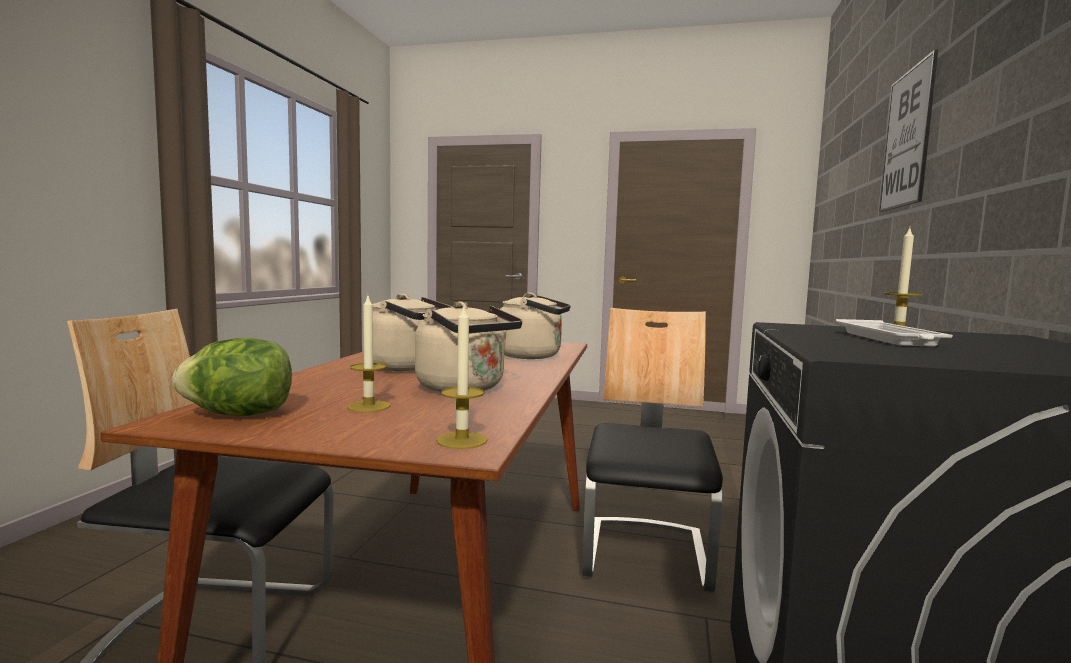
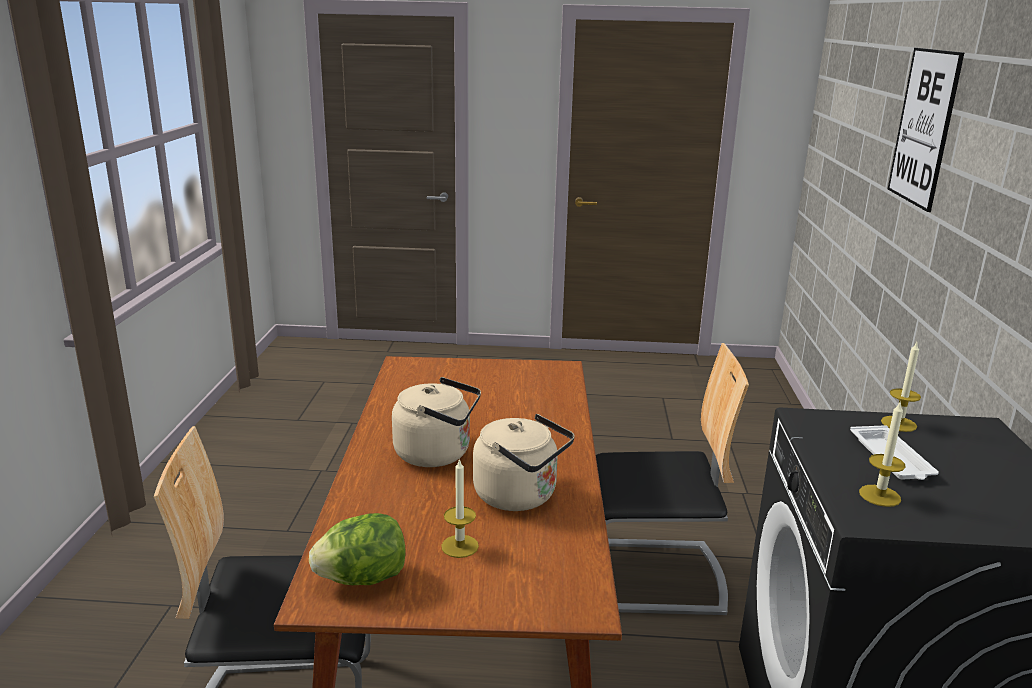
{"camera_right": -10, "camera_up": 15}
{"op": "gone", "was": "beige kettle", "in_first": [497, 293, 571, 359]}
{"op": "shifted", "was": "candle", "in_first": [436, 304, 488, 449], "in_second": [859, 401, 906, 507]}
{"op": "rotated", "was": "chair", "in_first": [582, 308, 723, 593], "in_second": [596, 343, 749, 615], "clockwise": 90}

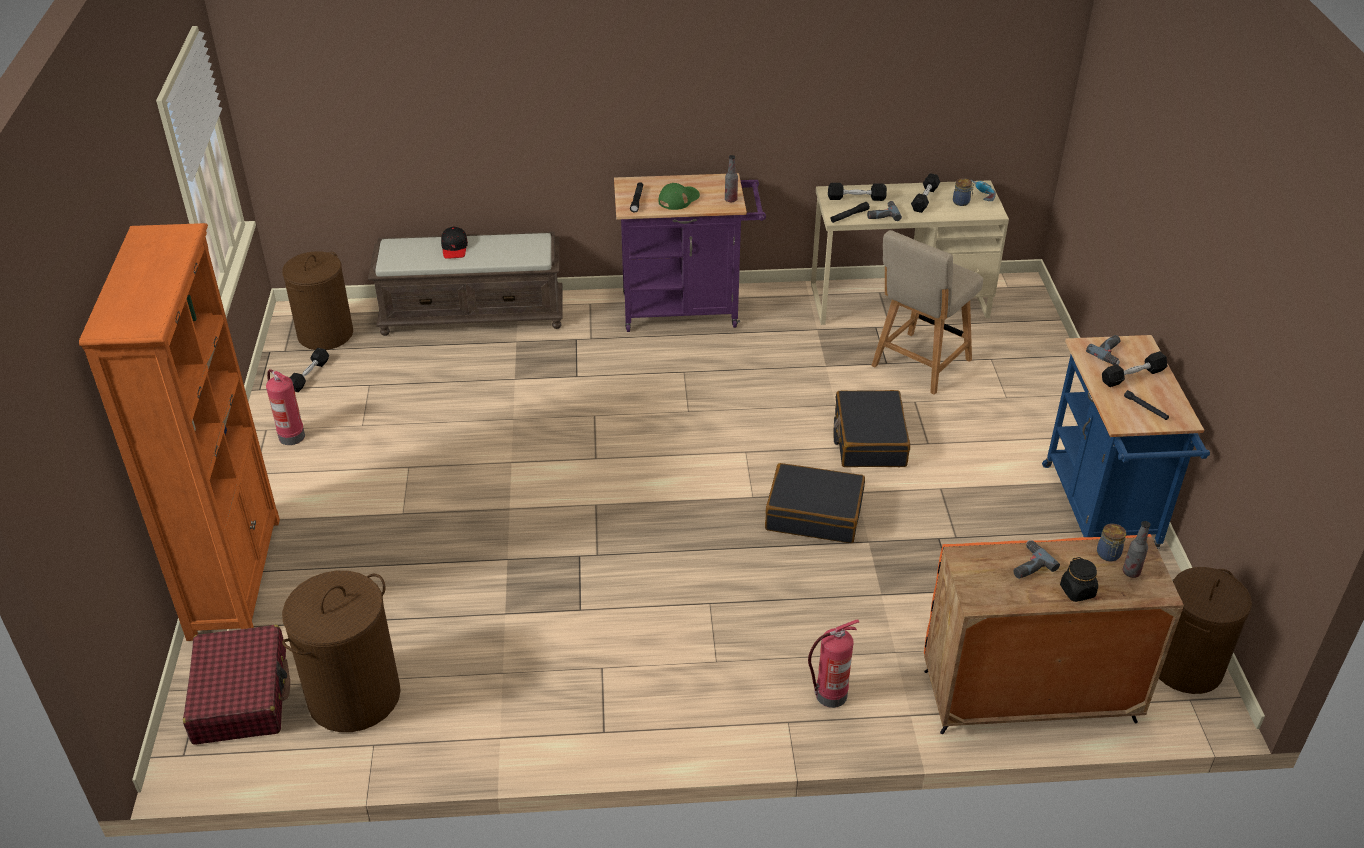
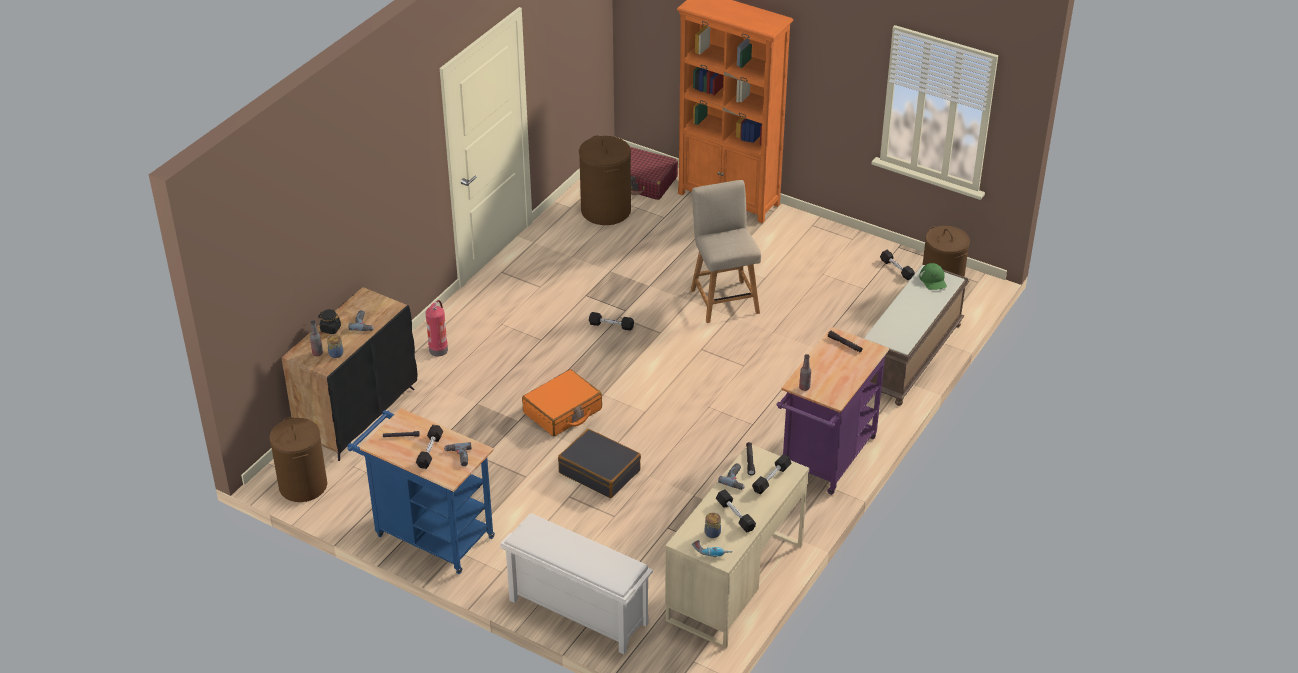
{"camera_right": 125, "camera_up": 0}
{"op": "gone", "was": "fire extinguisher", "in_first": [266, 369, 305, 445]}
{"op": "gone", "was": "black cap", "in_first": [441, 227, 468, 258]}
{"op": "new", "now": "white shoe rack", "in_second": [500, 513, 653, 654]}
{"op": "new", "now": "black dumbbell", "in_second": [589, 312, 634, 331]}
{"op": "shifted", "was": "green cap", "in_first": [658, 183, 700, 210], "in_second": [919, 263, 947, 290]}
{"op": "shifted", "was": "beige chair", "in_first": [871, 230, 983, 395], "in_second": [691, 180, 761, 323]}
{"op": "repainted", "was": "black suitcase", "now": "orange suitcase", "in_first": [765, 463, 865, 543], "in_second": [522, 369, 602, 436]}
{"op": "repainted", "was": "orange cabinet", "now": "black cabinet", "in_first": [924, 534, 1184, 734], "in_second": [281, 287, 417, 461]}

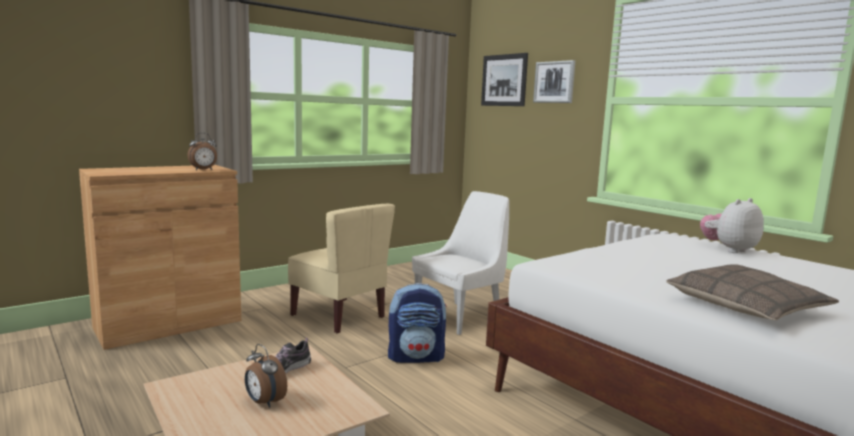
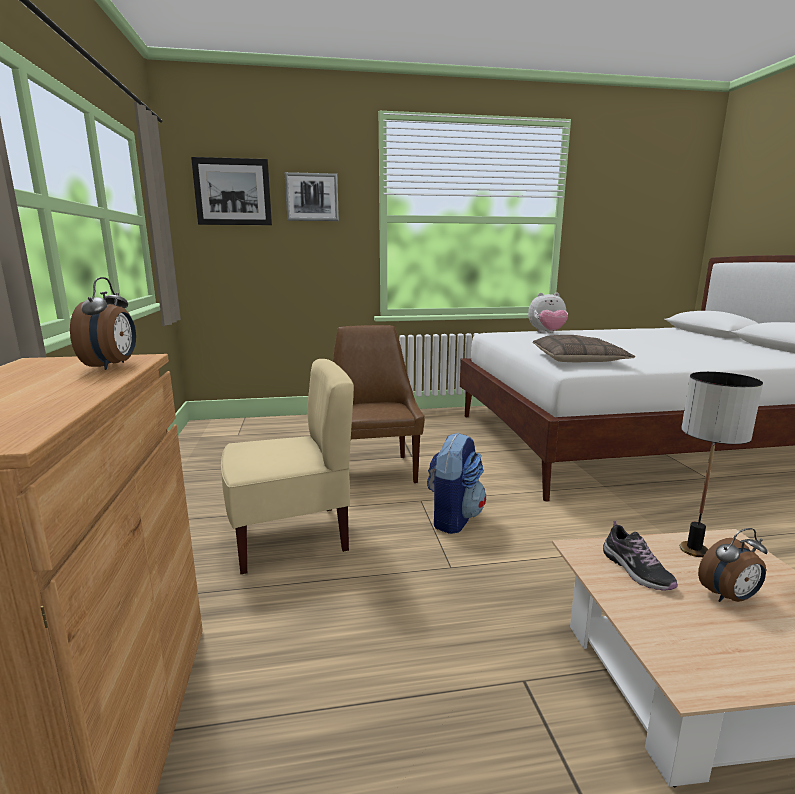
{"camera_right": -60, "camera_up": 5}
{"op": "new", "now": "table lamp", "in_second": [680, 372, 763, 557]}
{"op": "shifted", "was": "pillow", "in_first": [666, 264, 839, 320], "in_second": [532, 335, 635, 363]}
{"op": "repainted", "was": "white chair", "now": "brown chair", "in_first": [412, 191, 509, 335], "in_second": [333, 325, 425, 483]}
{"op": "rotated", "was": "plush toy", "in_first": [700, 198, 764, 253], "in_second": [528, 293, 568, 333], "clockwise": -90}

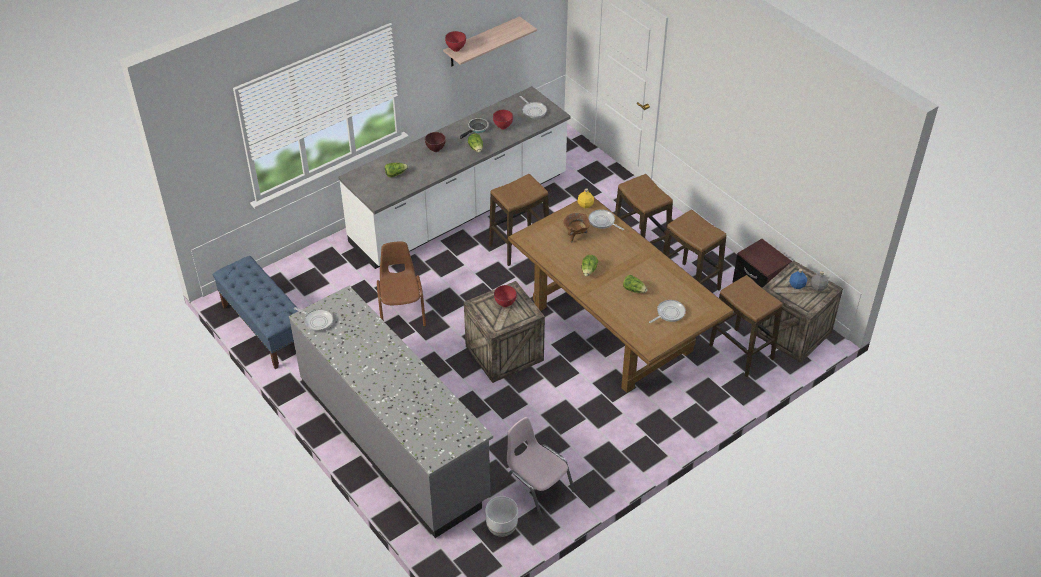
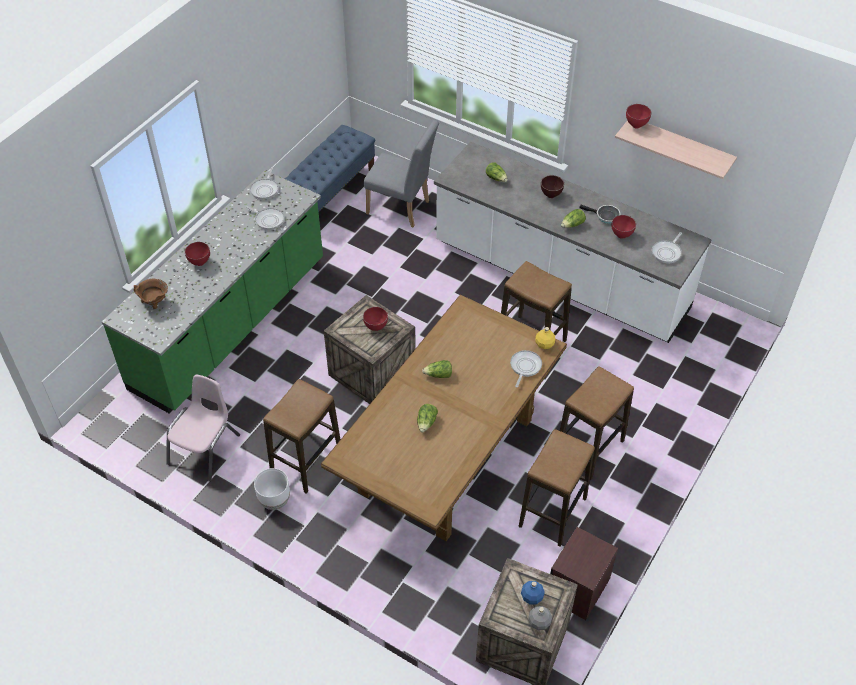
{"camera_right": 70, "camera_up": 5}
{"op": "gone", "was": "brown chair", "in_first": [377, 242, 426, 327]}
{"op": "new", "now": "red bowl", "in_second": [185, 242, 210, 266]}
{"op": "new", "now": "grey chair", "in_second": [364, 120, 439, 227]}
{"op": "shifted", "was": "white planter", "in_first": [485, 496, 518, 537], "in_second": [254, 468, 290, 510]}
{"op": "shifted", "was": "brown cooking pot", "in_first": [564, 213, 590, 243], "in_second": [134, 279, 168, 309]}
{"op": "shifted", "was": "frying pan", "in_first": [649, 300, 686, 323], "in_second": [245, 206, 284, 230]}
{"op": "shifted", "was": "stool", "in_first": [709, 275, 783, 377], "in_second": [263, 379, 341, 494]}
{"op": "repainted", "was": "grey counter", "now": "green counter", "in_first": [289, 286, 493, 538], "in_second": [102, 170, 323, 413]}

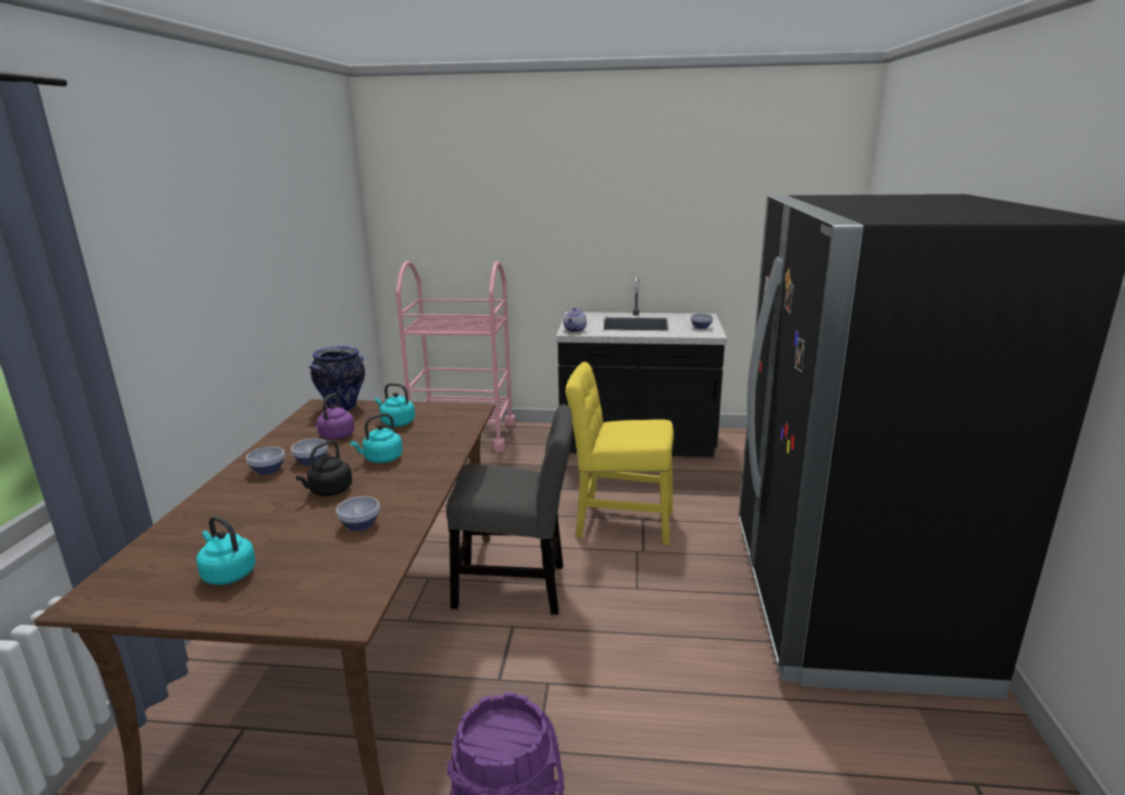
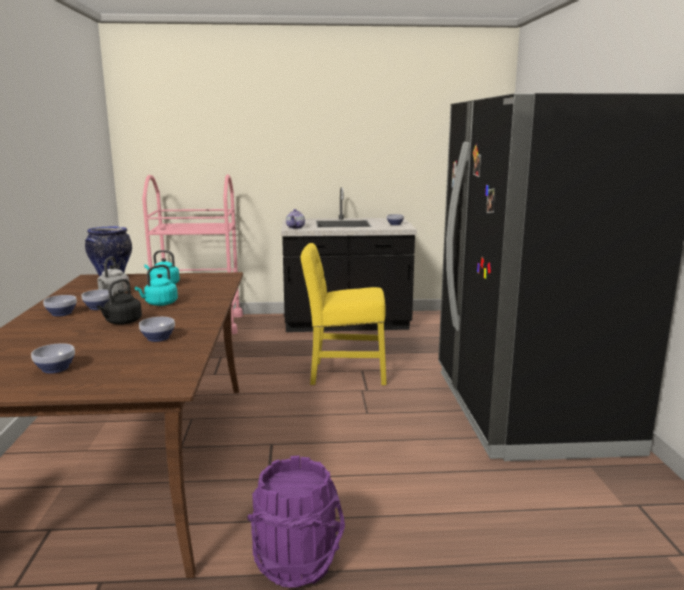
{"camera_right": -10, "camera_up": -5}
{"op": "gone", "was": "grey chair", "in_first": [447, 404, 573, 615]}
{"op": "swapped", "was": "turquoise kettle", "now": "bowl", "in_first": [196, 516, 256, 585], "in_second": [31, 343, 75, 374]}
{"op": "repainted", "was": "purple kettle", "now": "grey kettle", "in_first": [315, 393, 355, 439], "in_second": [97, 256, 129, 295]}

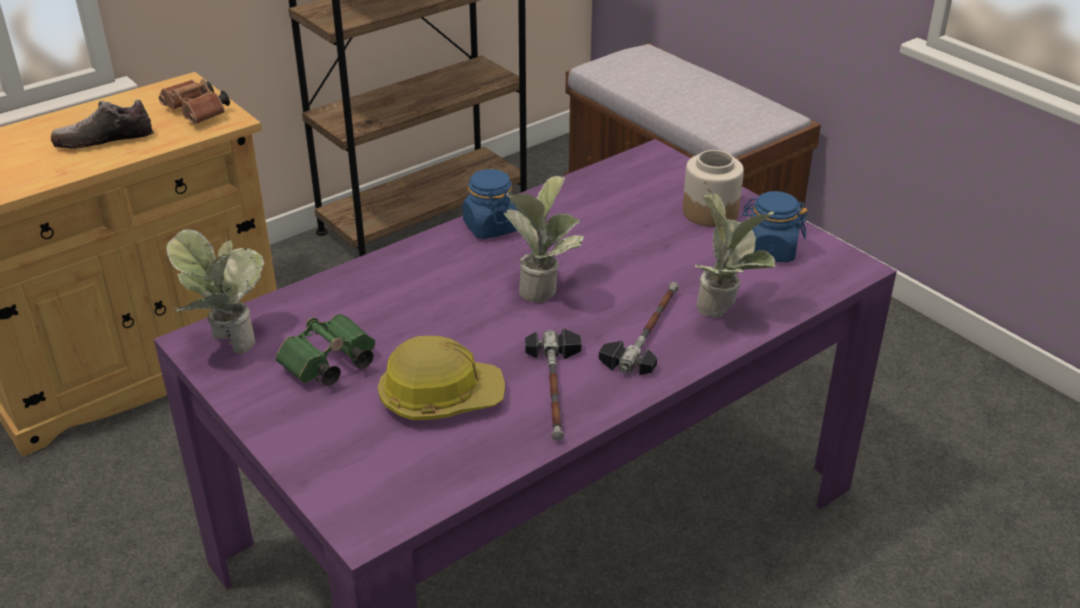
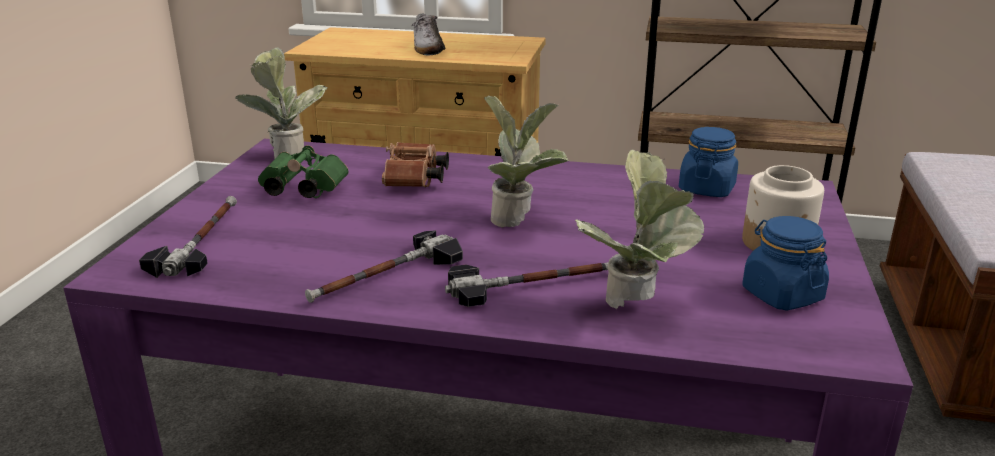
{"camera_right": 50, "camera_up": -10}
{"op": "gone", "was": "hard hat", "in_first": [378, 336, 505, 420]}
{"op": "new", "now": "hammer", "in_second": [139, 196, 237, 278]}
{"op": "shifted", "was": "brown binoculars", "in_first": [159, 79, 230, 124], "in_second": [382, 142, 449, 188]}
{"op": "shifted", "was": "blue jar", "in_first": [462, 169, 518, 239], "in_second": [679, 127, 738, 197]}
{"op": "rotated", "was": "shoe", "in_first": [51, 100, 154, 149], "in_second": [412, 14, 446, 56], "clockwise": -135}

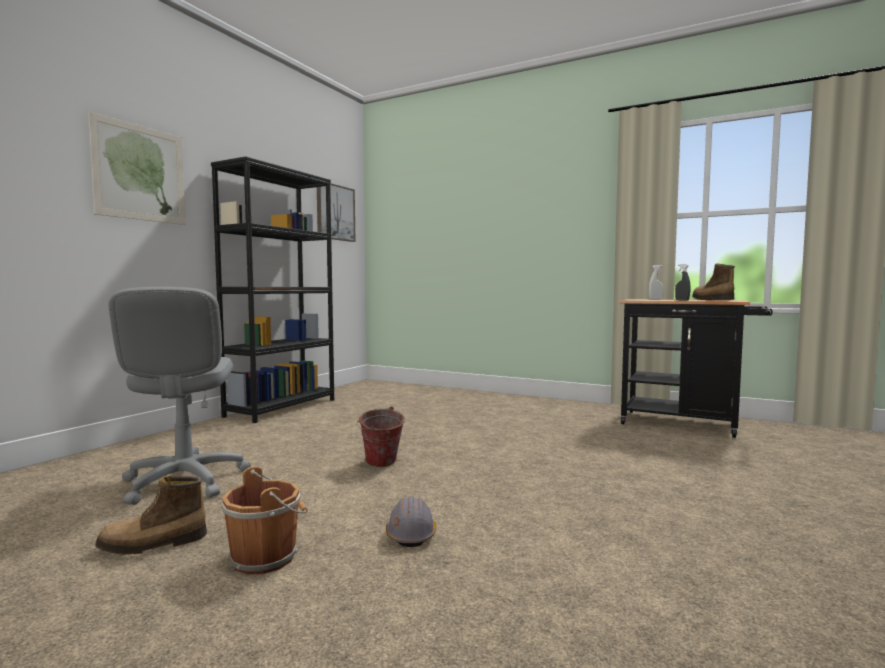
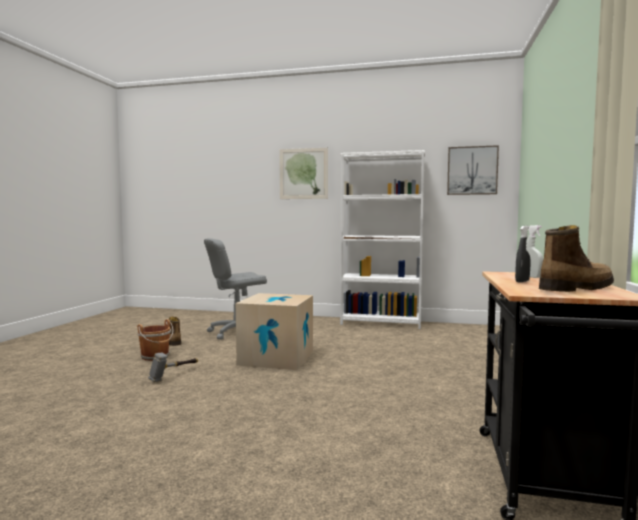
{"camera_right": 75, "camera_up": 0}
{"op": "swapped", "was": "bucket", "now": "cardboard box", "in_first": [356, 406, 405, 467], "in_second": [236, 293, 313, 370]}
{"op": "swapped", "was": "grey hard hat", "now": "hammer", "in_first": [386, 496, 436, 547], "in_second": [148, 352, 198, 382]}
{"op": "repainted", "was": "black bookcase", "now": "white bookcase", "in_first": [211, 157, 334, 423], "in_second": [340, 150, 425, 329]}

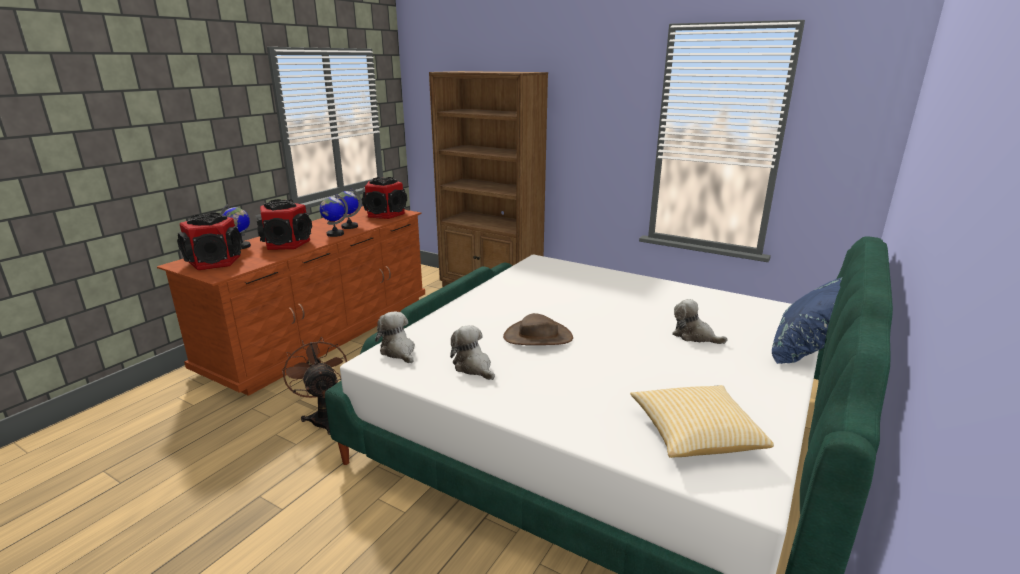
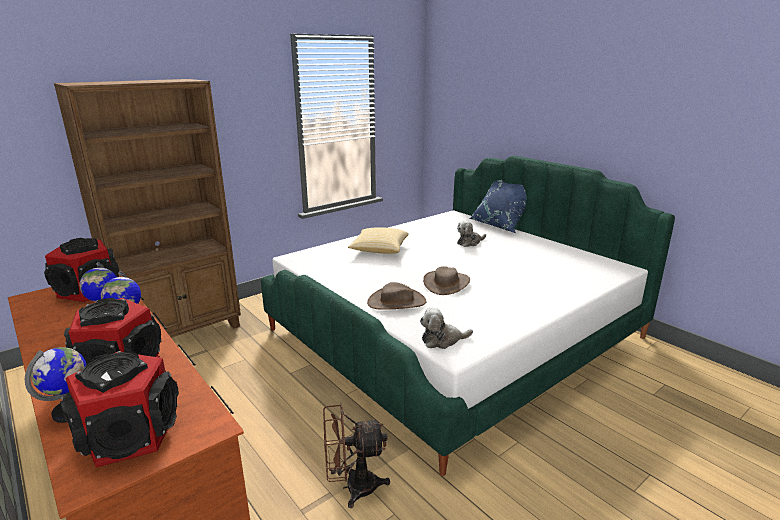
{"camera_right": -70, "camera_up": 0}
{"op": "gone", "was": "plush toy", "in_first": [450, 325, 495, 380]}
{"op": "new", "now": "brown hat", "in_second": [367, 282, 427, 310]}
{"op": "shifted", "was": "pillow", "in_first": [630, 385, 774, 458], "in_second": [348, 227, 409, 254]}

